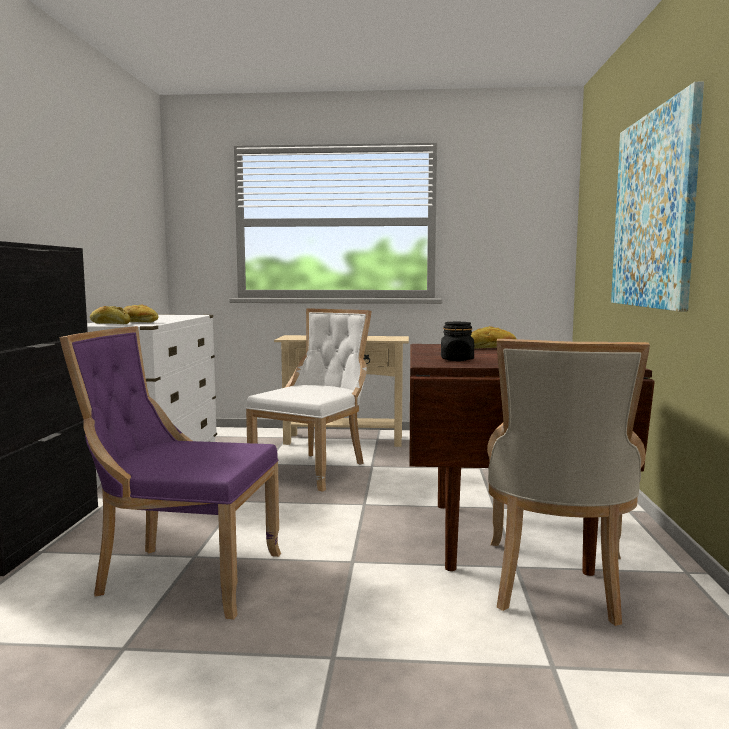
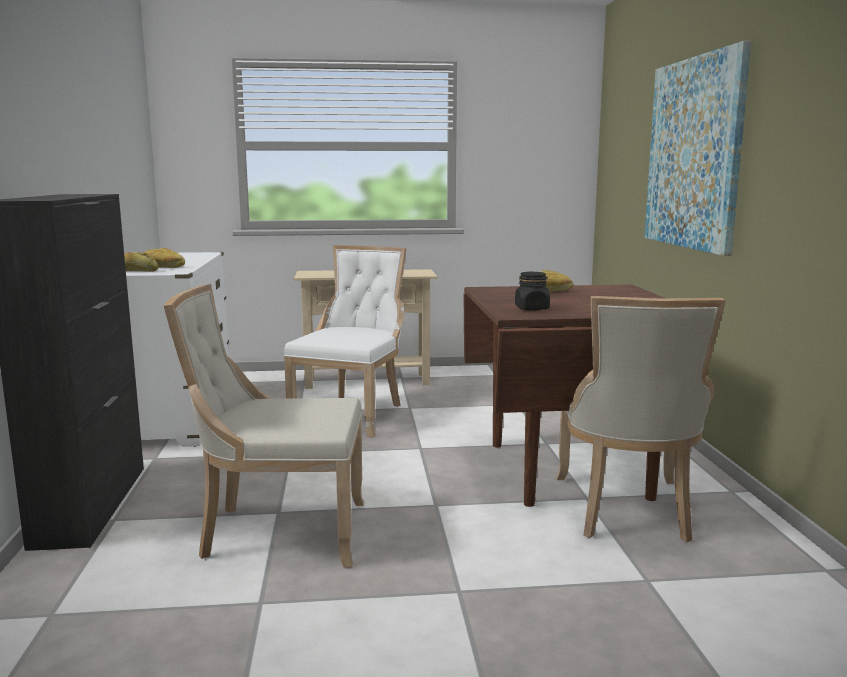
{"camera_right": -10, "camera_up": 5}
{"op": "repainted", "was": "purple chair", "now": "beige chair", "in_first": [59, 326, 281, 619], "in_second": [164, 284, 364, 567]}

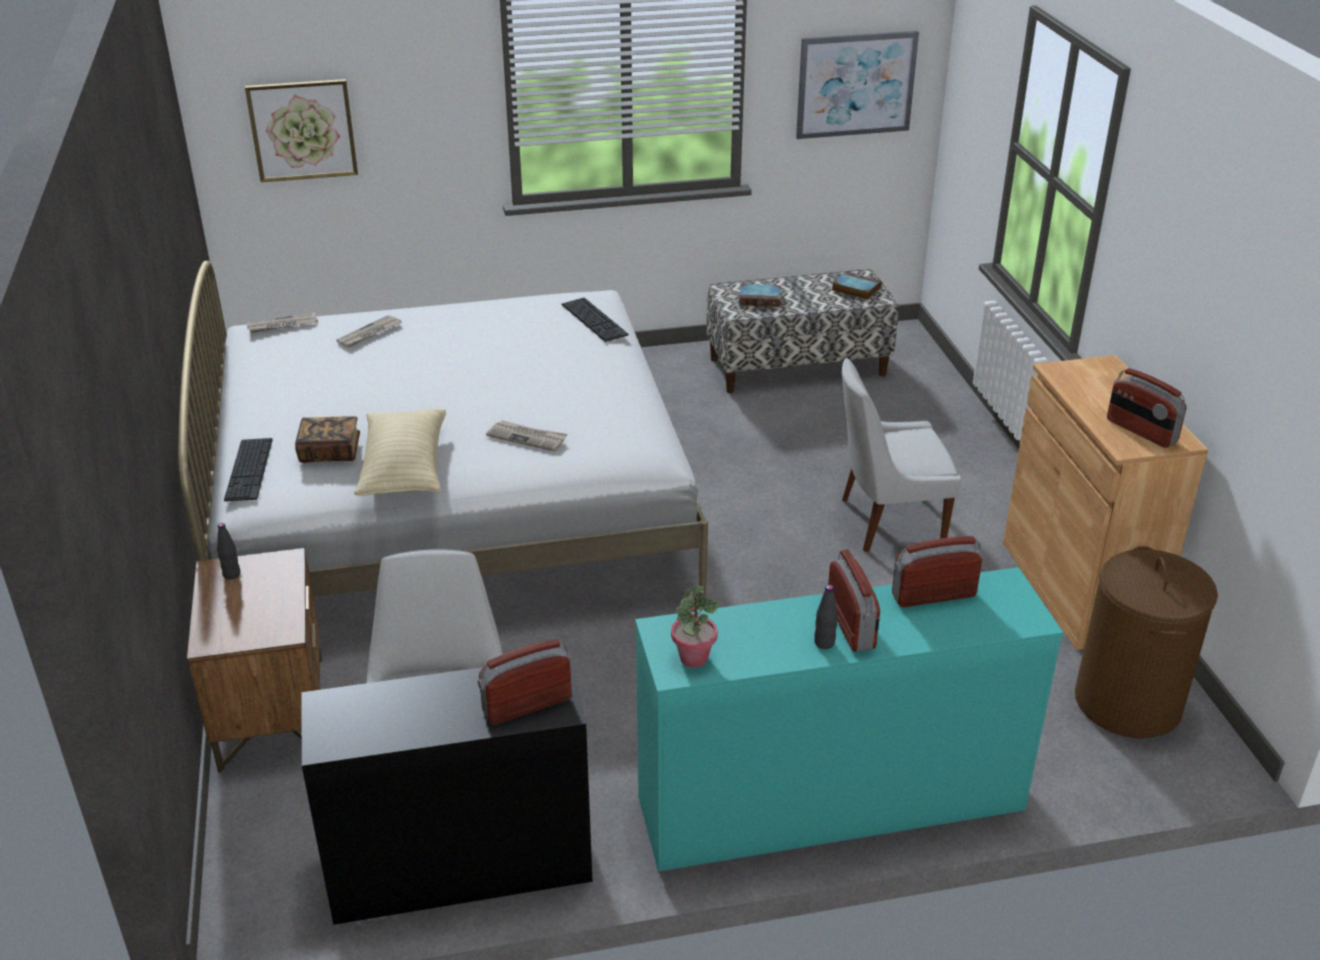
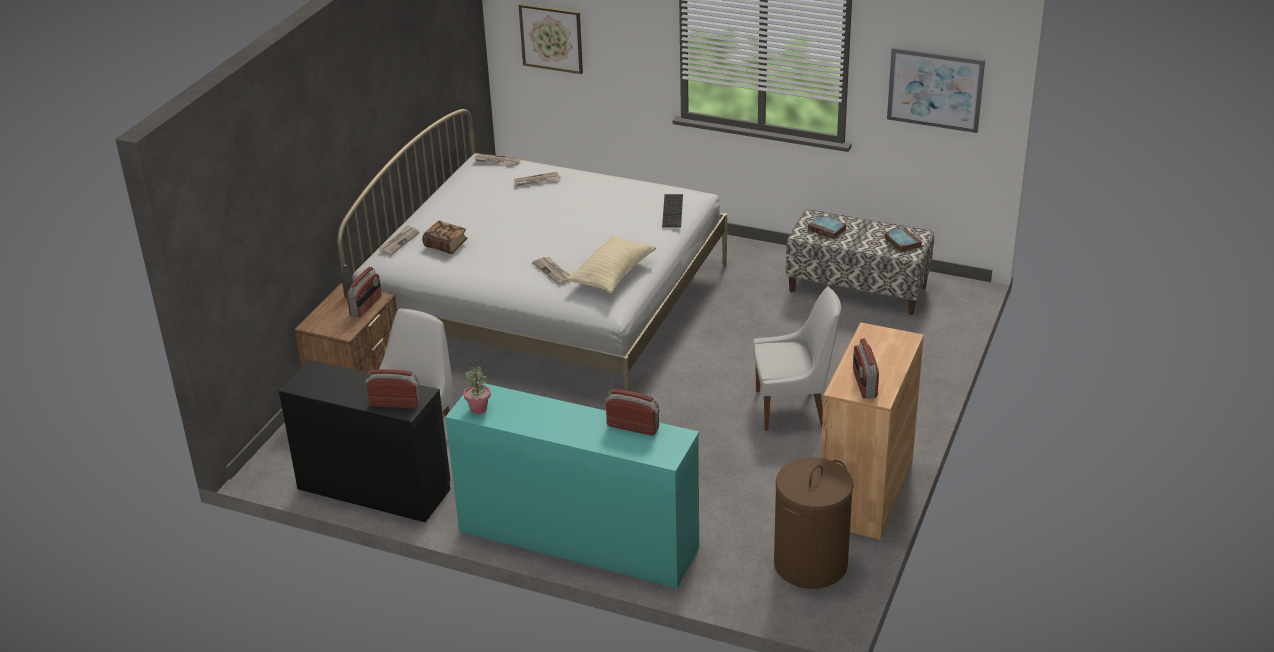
{"camera_right": 35, "camera_up": 0}
{"op": "gone", "was": "black bottle", "in_first": [814, 585, 838, 649]}
{"op": "shifted", "was": "beige pillow", "in_first": [354, 408, 446, 496], "in_second": [566, 235, 656, 293]}
{"op": "shifted", "was": "radio", "in_first": [828, 549, 880, 652], "in_second": [347, 267, 382, 317]}
{"op": "swapped", "was": "keyboard", "now": "newspaper", "in_first": [224, 438, 273, 501], "in_second": [379, 225, 420, 255]}
{"op": "rotated", "was": "white chair", "in_first": [842, 358, 961, 552], "in_second": [753, 287, 841, 431], "clockwise": 150}

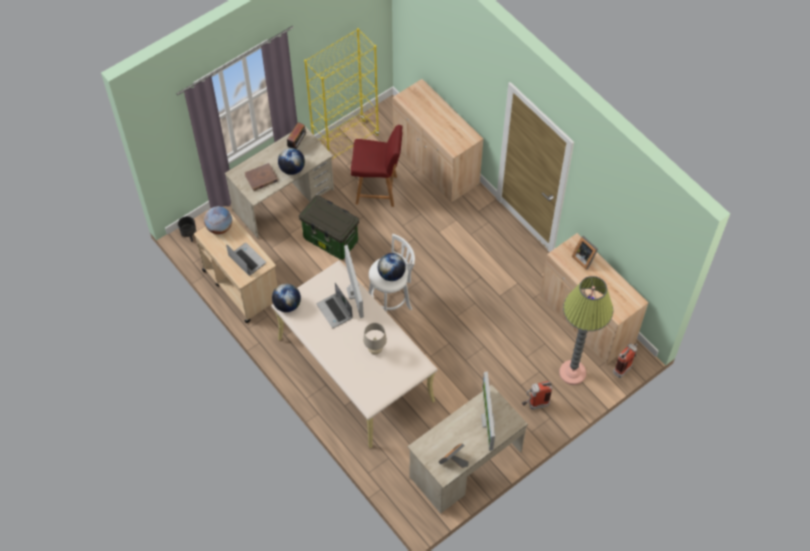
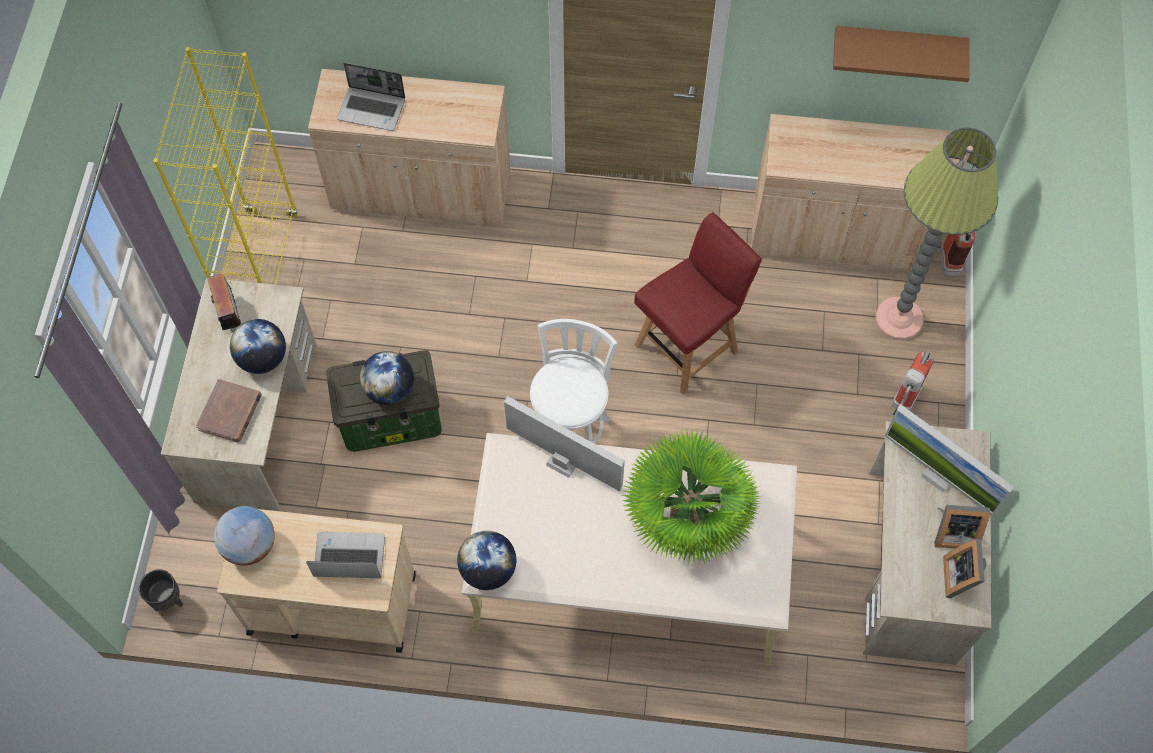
{"camera_right": -45, "camera_up": 5}
{"op": "new", "now": "brown shelf", "in_second": [833, 26, 970, 82]}
{"op": "shifted", "was": "laptop", "in_first": [316, 283, 353, 328], "in_second": [337, 63, 405, 131]}
{"op": "shifted", "was": "red chair", "in_first": [351, 125, 403, 207], "in_second": [634, 212, 762, 395]}
{"op": "shifted", "was": "globe", "in_first": [378, 253, 406, 281], "in_second": [360, 351, 414, 405]}
{"op": "shifted", "was": "picture frame", "in_first": [572, 236, 598, 270], "in_second": [934, 505, 990, 549]}
{"op": "swapped", "was": "beige table lamp", "now": "potted plant", "in_first": [363, 323, 387, 355], "in_second": [621, 429, 761, 565]}

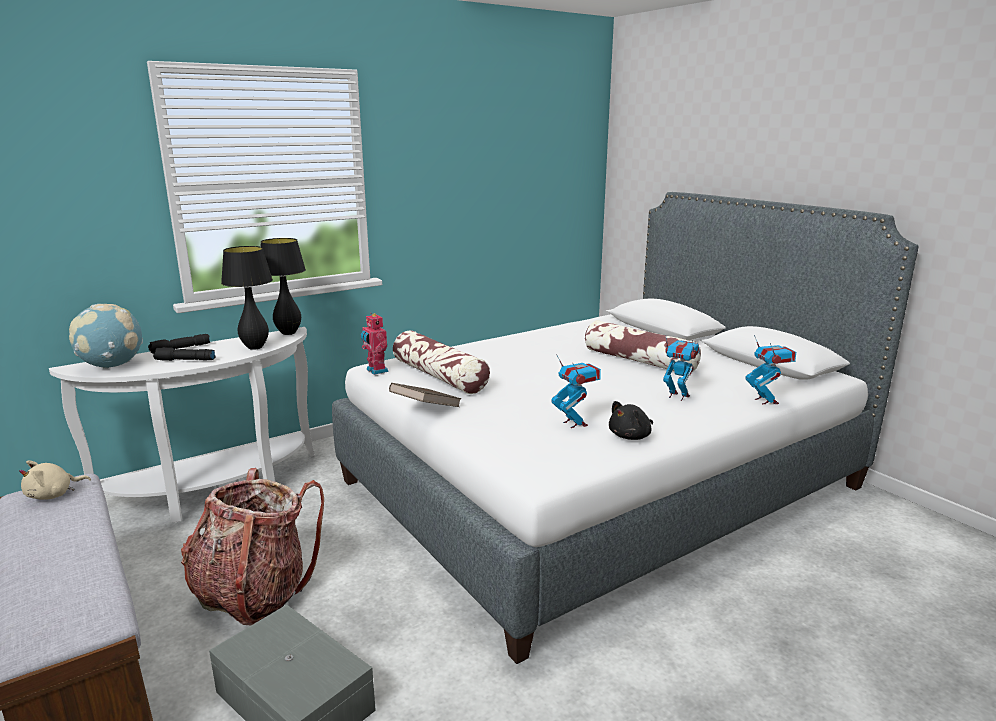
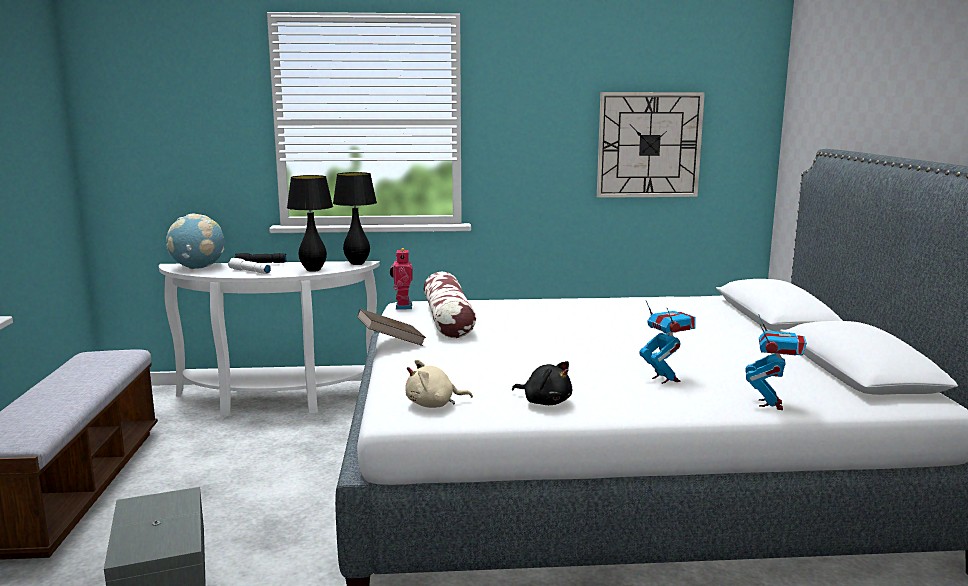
{"camera_right": 30, "camera_up": -5}
{"op": "gone", "was": "backpack", "in_first": [181, 468, 324, 625]}
{"op": "gone", "was": "toy robot", "in_first": [551, 354, 601, 428]}
{"op": "gone", "was": "pillow", "in_first": [585, 320, 701, 372]}
{"op": "new", "now": "wall clock", "in_second": [597, 92, 705, 198]}
{"op": "shifted", "was": "beige plush toy", "in_first": [19, 460, 91, 500], "in_second": [405, 359, 473, 408]}
{"op": "repainted", "was": "black flashlight", "now": "white flashlight", "in_first": [153, 347, 216, 361], "in_second": [228, 258, 271, 274]}
{"op": "rotated", "was": "black plush toy", "in_first": [609, 401, 653, 440], "in_second": [512, 361, 572, 405], "clockwise": -135}

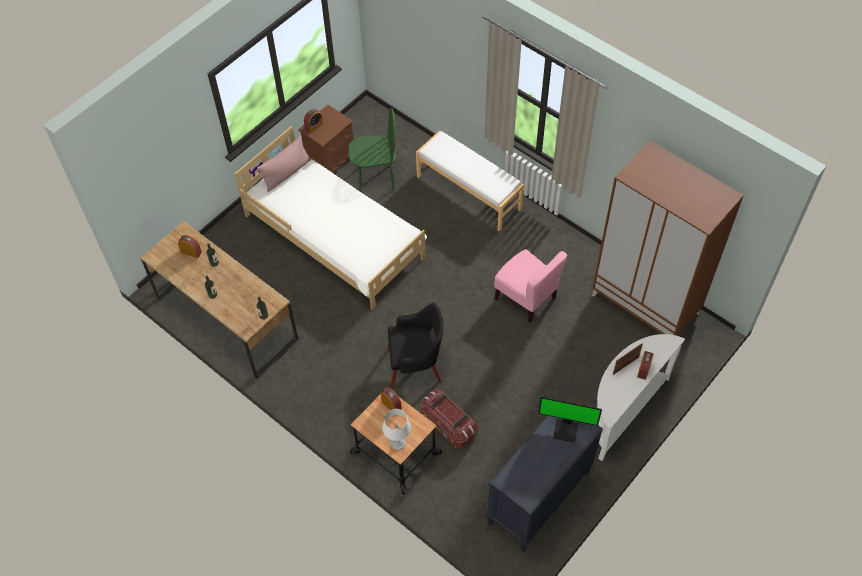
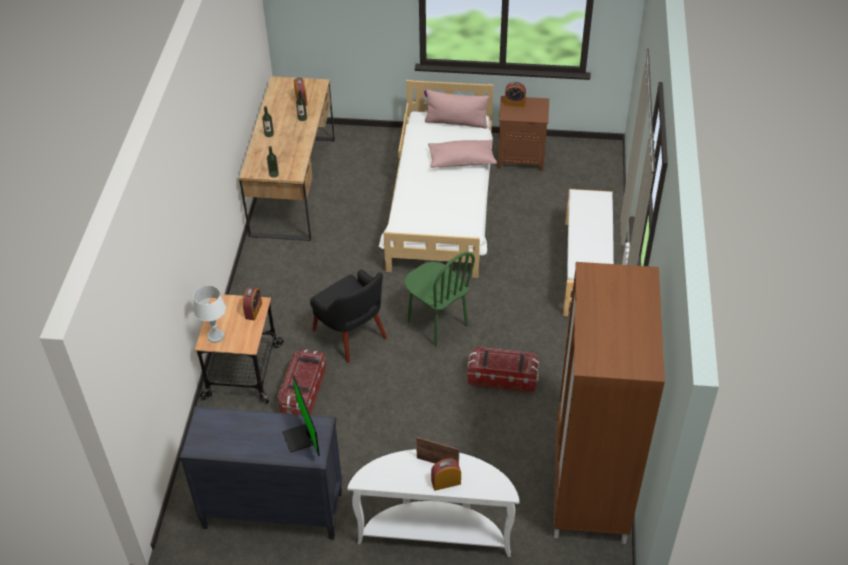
{"camera_right": 55, "camera_up": -10}
{"op": "new", "now": "pink pillow", "in_second": [428, 140, 497, 168]}
{"op": "shifted", "was": "green chair", "in_first": [348, 108, 396, 193], "in_second": [405, 252, 475, 347]}
{"op": "swapped", "was": "pink chair", "now": "storage box", "in_first": [494, 249, 567, 323], "in_second": [467, 347, 540, 393]}

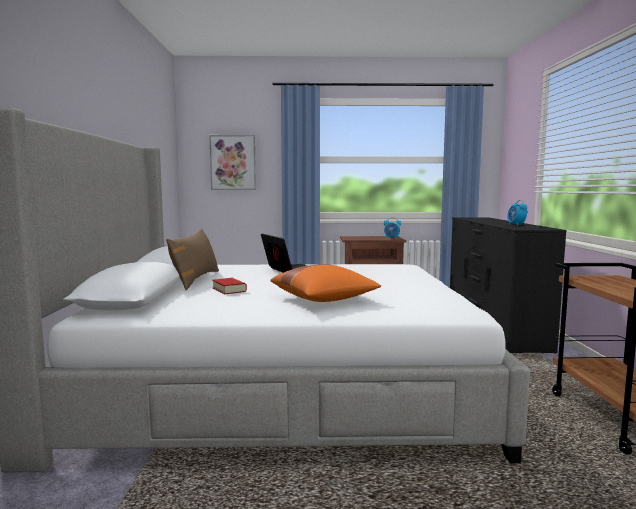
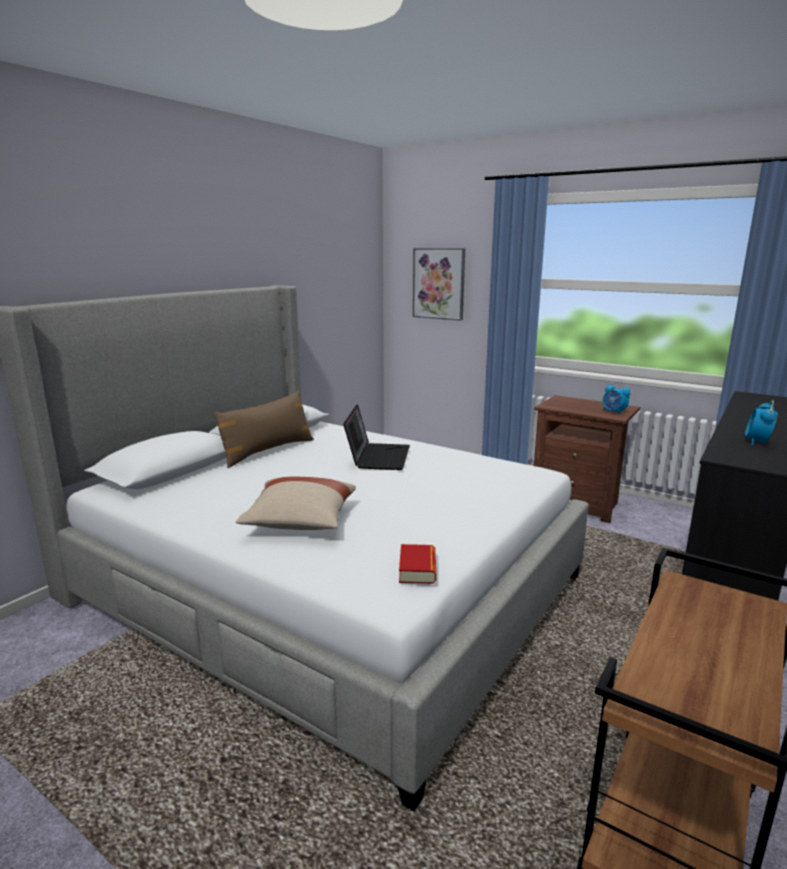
{"camera_right": 35, "camera_up": 10}
{"op": "shifted", "was": "book", "in_first": [212, 278, 247, 295], "in_second": [399, 544, 436, 584]}
{"op": "repainted", "was": "orange pillow", "now": "beige pillow", "in_first": [271, 264, 381, 302], "in_second": [236, 477, 356, 530]}

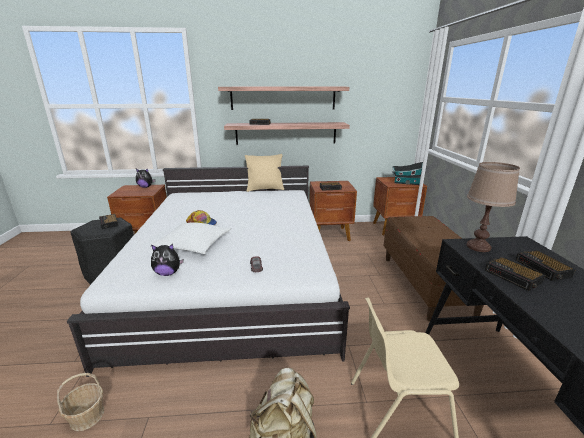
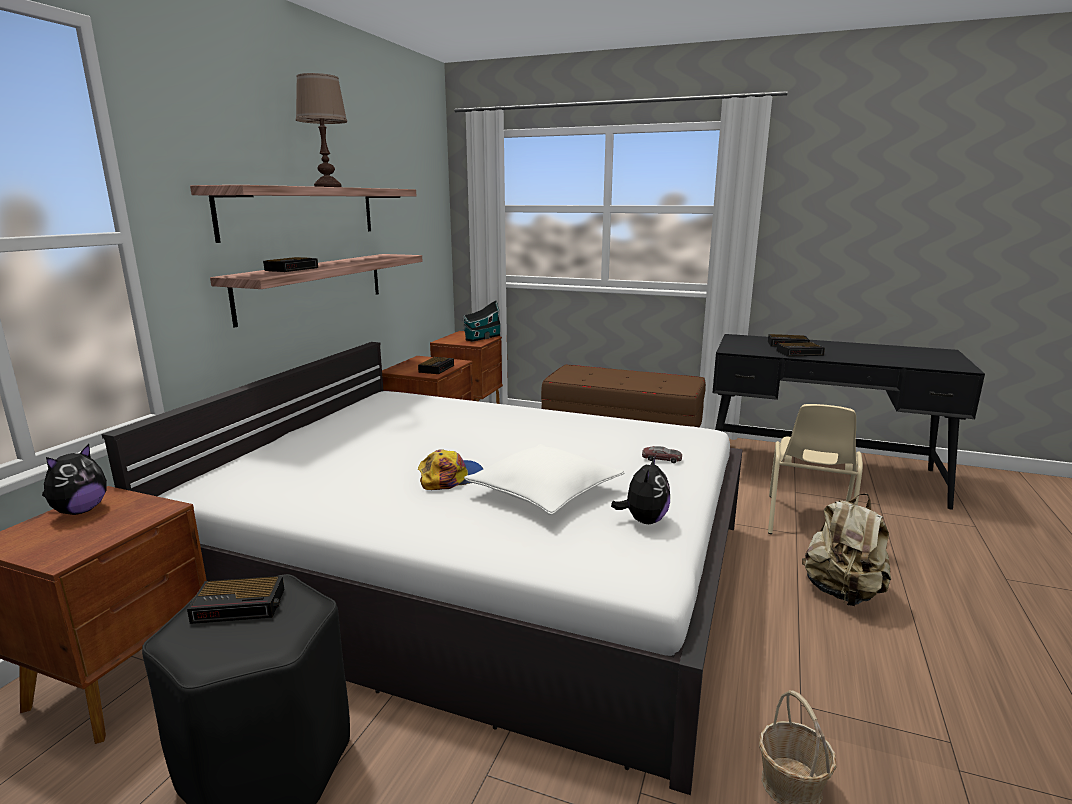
{"camera_right": -65, "camera_up": -5}
{"op": "gone", "was": "beige pillow", "in_first": [245, 154, 284, 192]}
{"op": "shifted", "was": "brown table lamp", "in_first": [467, 162, 520, 252], "in_second": [296, 73, 347, 187]}

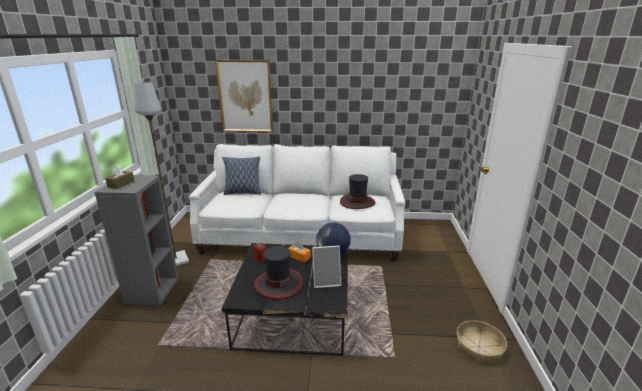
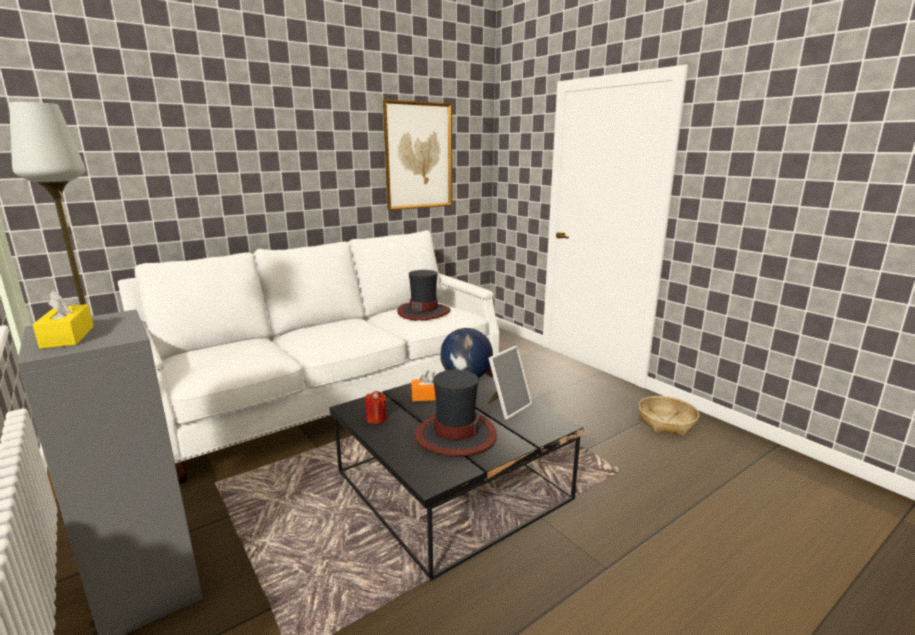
{"camera_right": -40, "camera_up": -5}
{"op": "gone", "was": "pillow", "in_first": [222, 156, 261, 195]}
{"op": "shifted", "was": "picture", "in_first": [215, 60, 273, 132], "in_second": [383, 100, 452, 210]}
{"op": "repainted", "was": "brown tissue box", "now": "yellow tissue box", "in_first": [105, 166, 134, 189], "in_second": [33, 290, 94, 349]}

